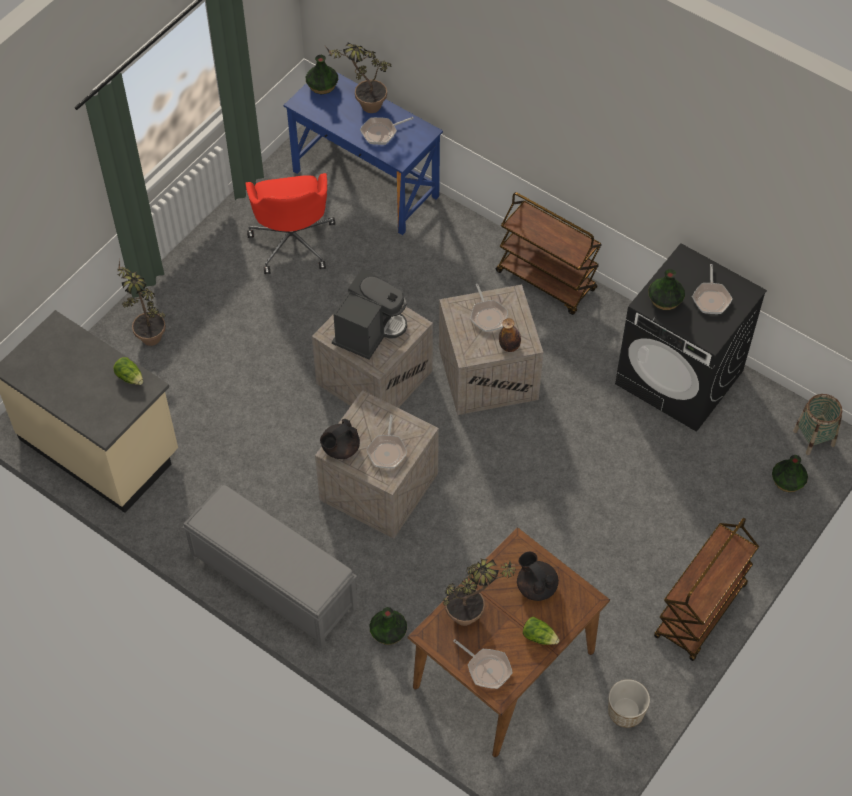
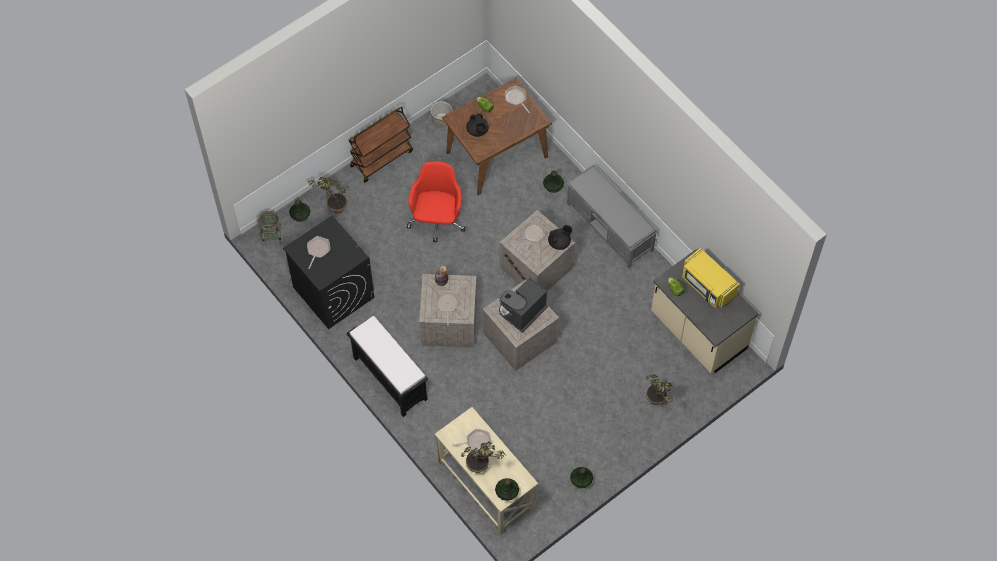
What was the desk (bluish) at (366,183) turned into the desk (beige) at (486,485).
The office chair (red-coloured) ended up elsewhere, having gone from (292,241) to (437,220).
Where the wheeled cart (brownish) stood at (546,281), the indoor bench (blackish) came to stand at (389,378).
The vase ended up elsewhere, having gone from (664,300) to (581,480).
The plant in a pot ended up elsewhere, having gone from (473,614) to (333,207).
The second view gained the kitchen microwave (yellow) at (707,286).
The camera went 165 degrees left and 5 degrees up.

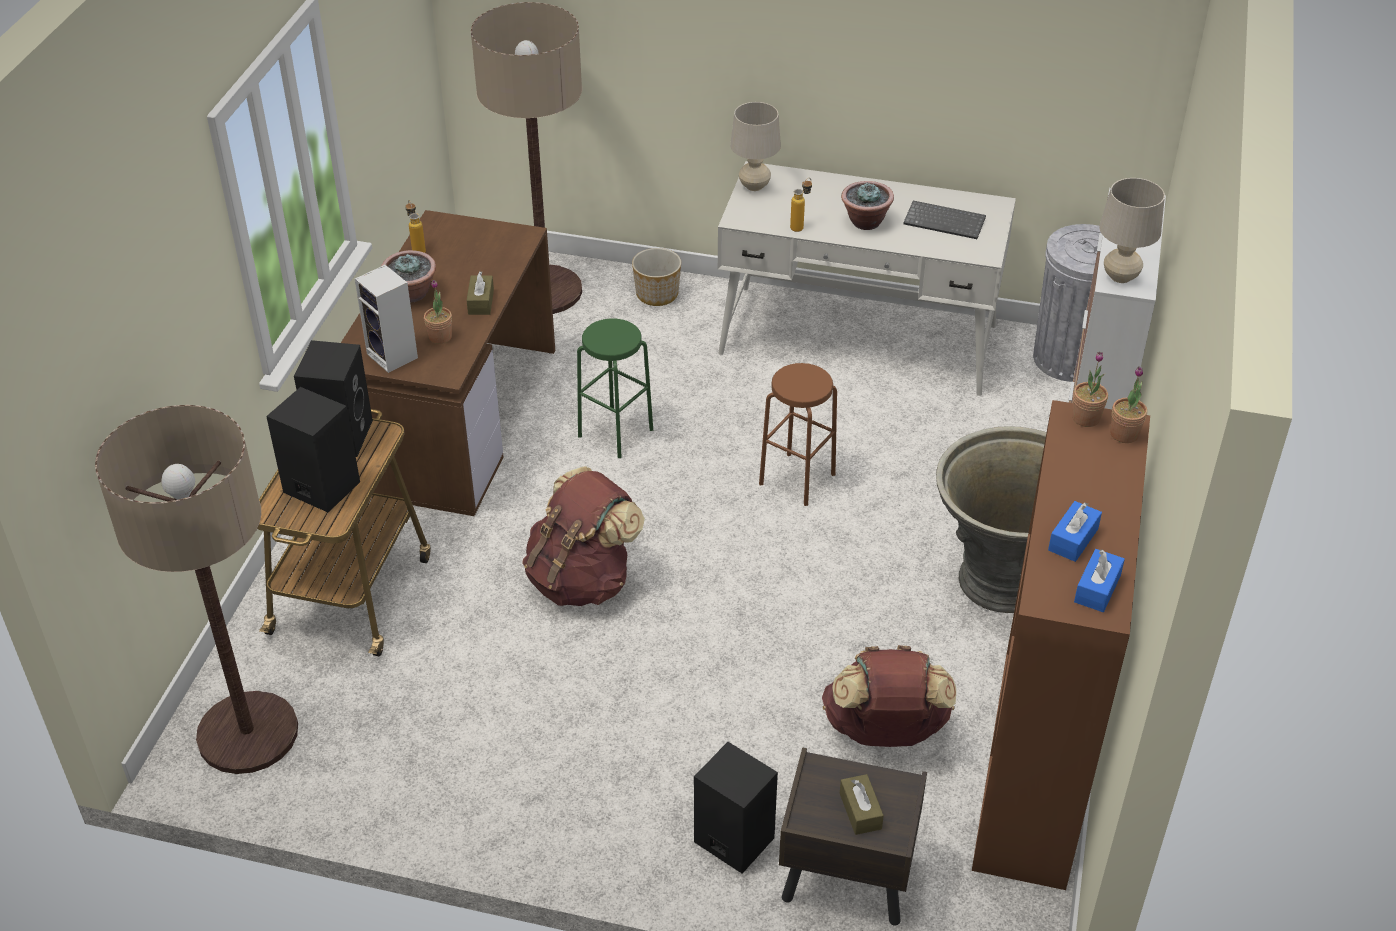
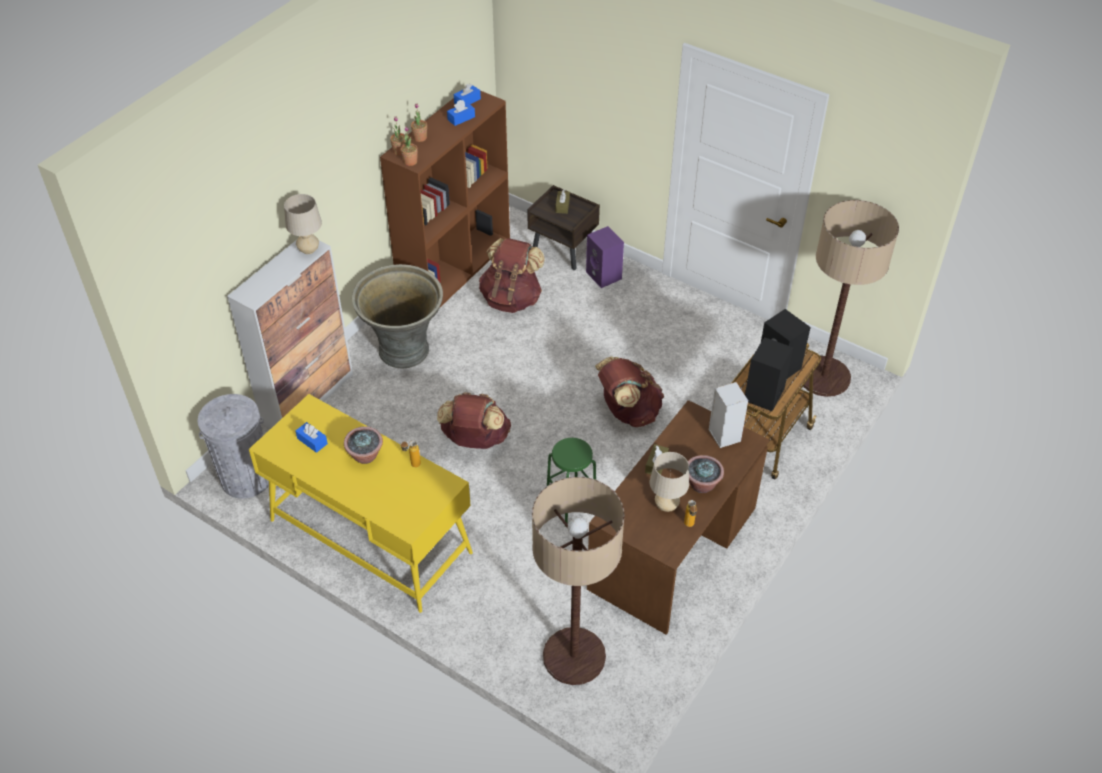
The tabletop lamp (beige) ended up elsewhere, having gone from (754,186) to (666,506).
What was the desk (white-coloured) at (858,340) turned into the desk (yellow) at (370,535).
Where the computer keyboard stood at (945,221), the box of tissues (bluish) came to stand at (312,441).
The second view lost the flower pot at (658,295).
The plant in a pot ended up elsewhere, having gone from (440,337) to (420,138).
Where the sitting stool (brownish) stood at (797,479), the backpack (brownish) came to stand at (475,440).
What was the speaker (blackish) at (731,840) turned into the speaker (purple) at (604,275).
The camera went 160 degrees left and 5 degrees up.

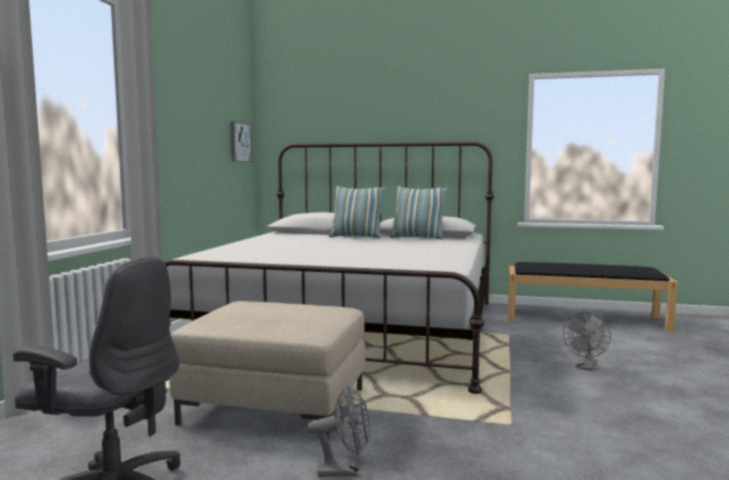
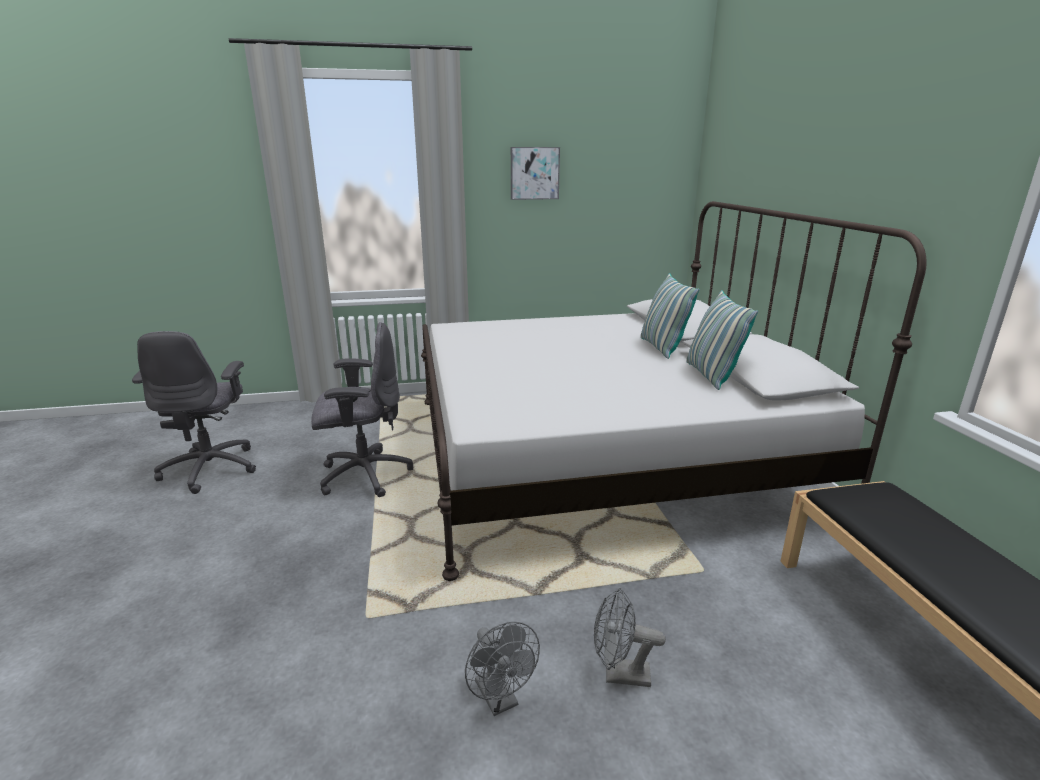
The picture ended up elsewhere, having gone from (239,142) to (534,173).
Where the footrest (beige) stood at (275,406), the office chair (gray) came to stand at (364,475).
The fan (gray) ended up elsewhere, having gone from (344,470) to (500,700).
The camera went 65 degrees right and 15 degrees up.

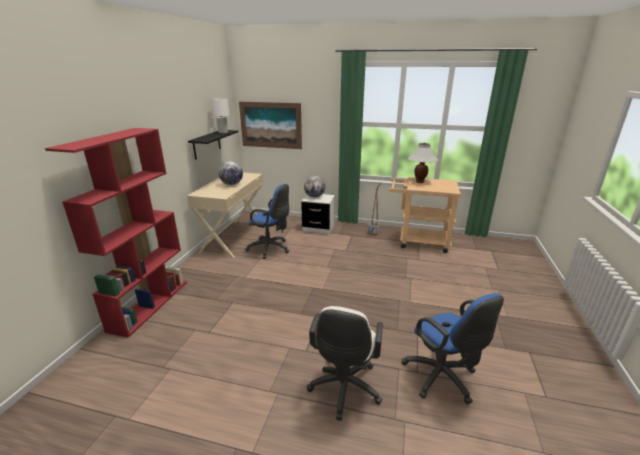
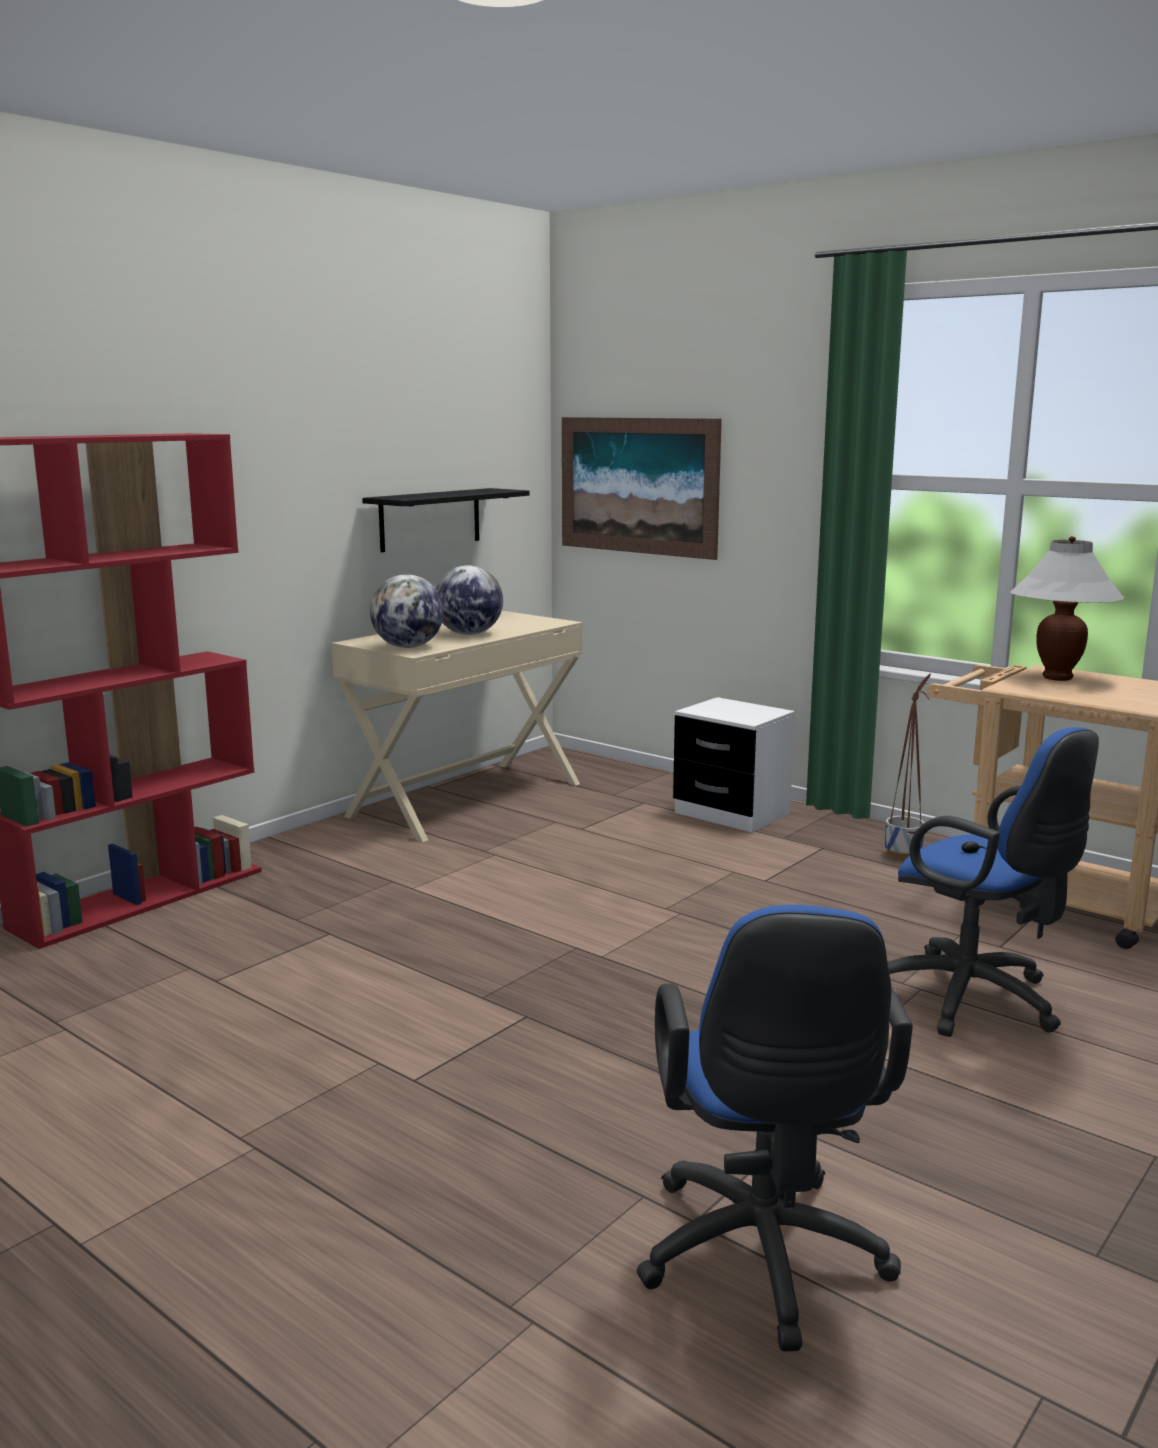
The second view lost the tabletop lamp (white-coloured) at (223,132).
The world globe ended up elsewhere, having gone from (314,197) to (408,647).
The office chair (bluish) ended up elsewhere, having gone from (271,249) to (975,1001).
The second view lost the office chair (white-coloured) at (344,390).
The camera went 25 degrees right and 10 degrees down.

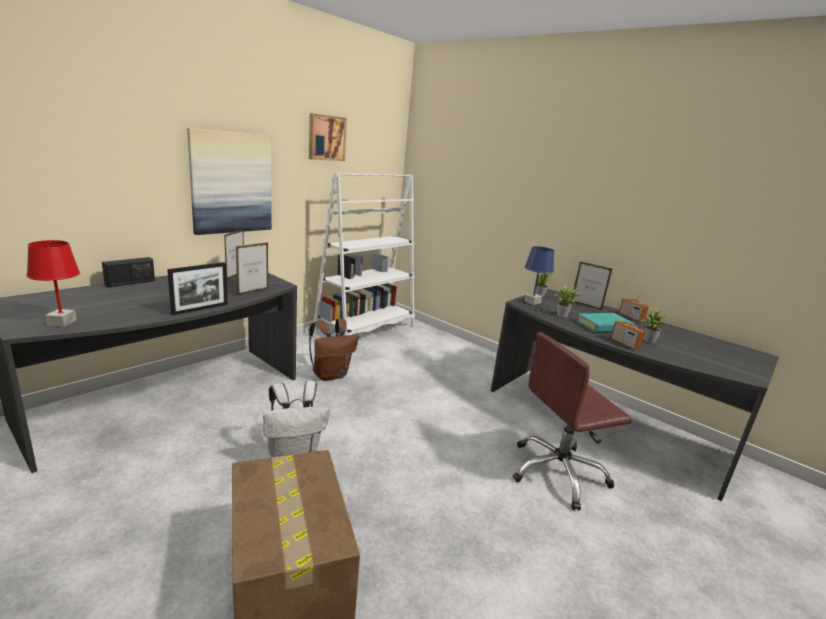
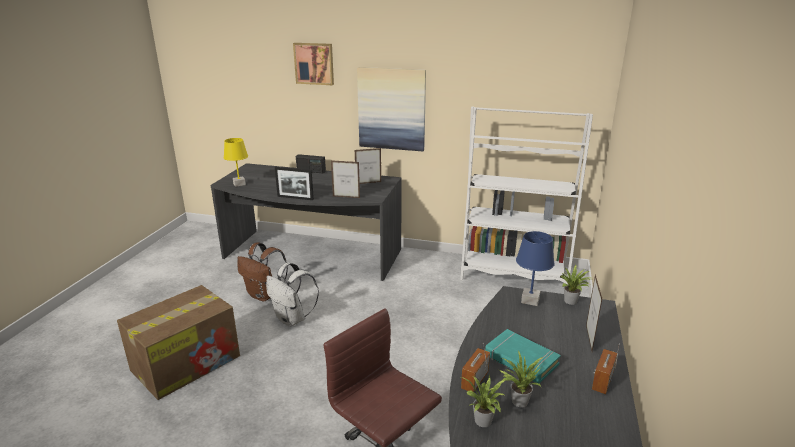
The picture ended up elsewhere, having gone from (326,138) to (314,63).
What was the tabletop lamp (red-coloured) at (62,322) turned into the tabletop lamp (yellow) at (239,184).
The plant in a pot ended up elsewhere, having gone from (563,315) to (482,422).
The backpack (brownish) ended up elsewhere, having gone from (330,375) to (264,295).
The camera went 65 degrees right and 5 degrees up.

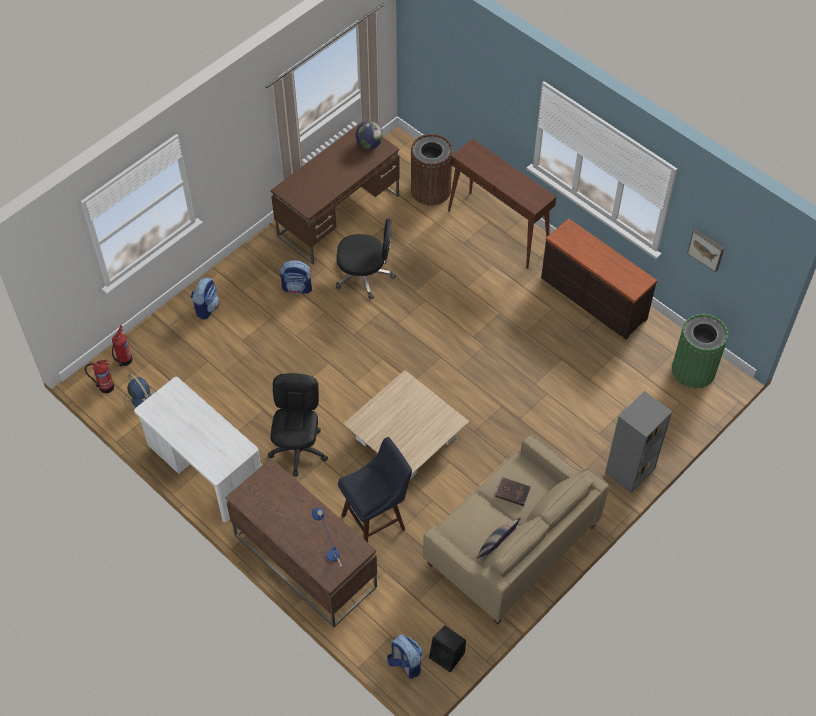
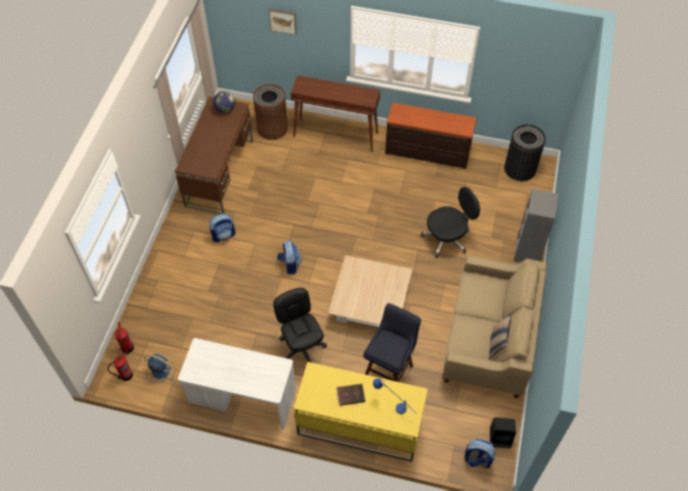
The office chair (blackish) ended up elsewhere, having gone from (365,275) to (447,238).
The picture ended up elsewhere, having gone from (706,249) to (283,20).
The backpack ended up elsewhere, having gone from (206,307) to (289,264).
What was the rubbish bin (green) at (693,370) turned into the rubbish bin (blackish) at (520,169).
What was the desk (brownish) at (304,560) turned into the desk (yellow) at (359,425).
The volume (brownish) ended up elsewhere, having gone from (512,492) to (350,394).
The camera went 30 degrees left and 0 degrees up.

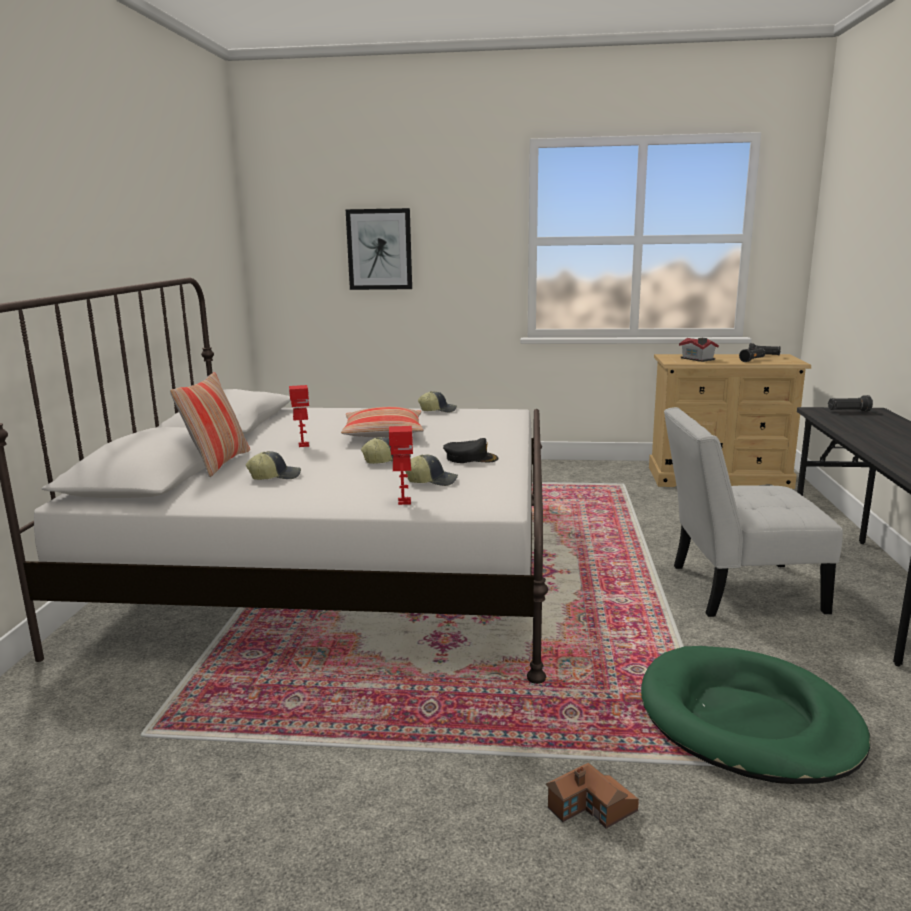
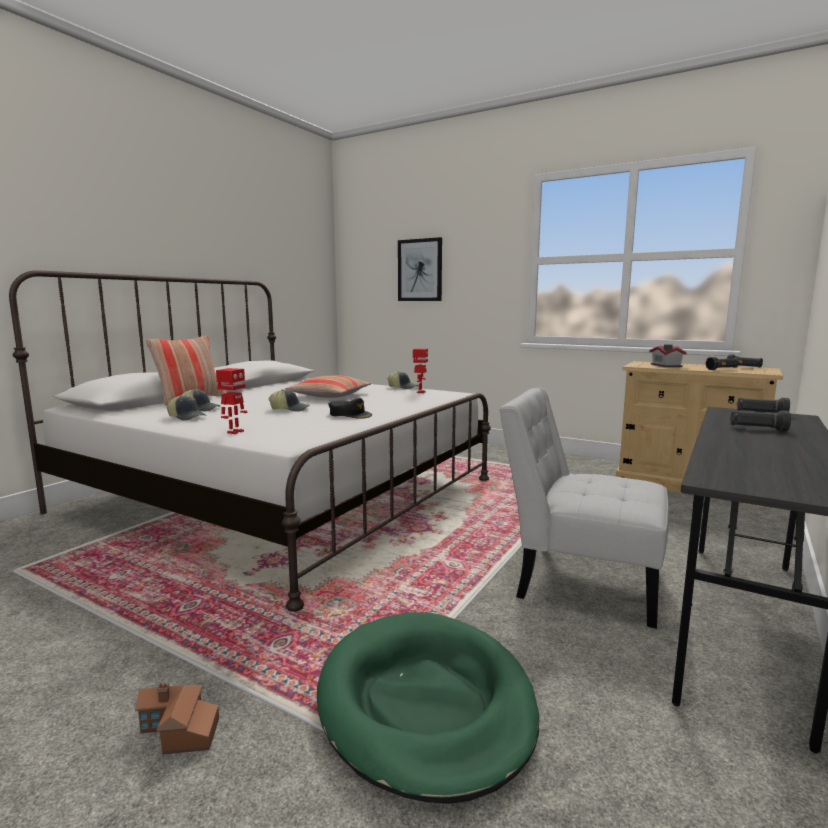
The robot figure ended up elsewhere, having gone from (303,445) to (420,392).
The baseball cap ended up elsewhere, having gone from (432,481) to (187,417).
The second view gained the hand torch (blackish) at (757,429).
The camera went 25 degrees right and 5 degrees down.

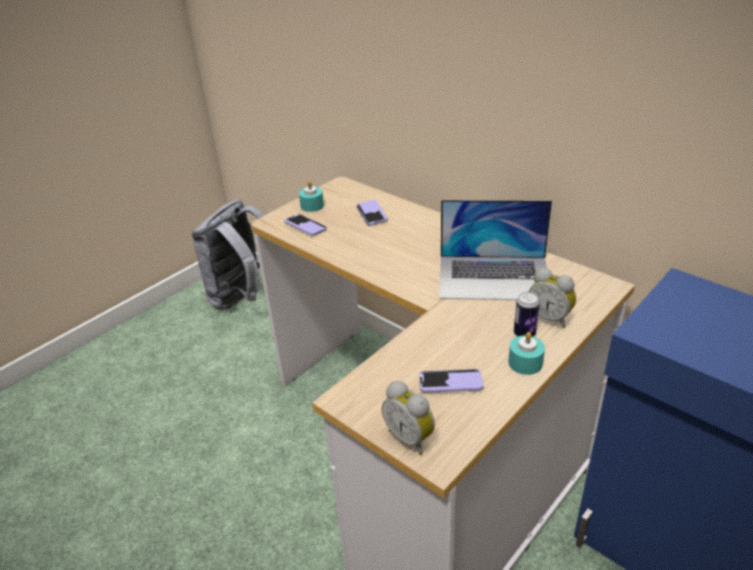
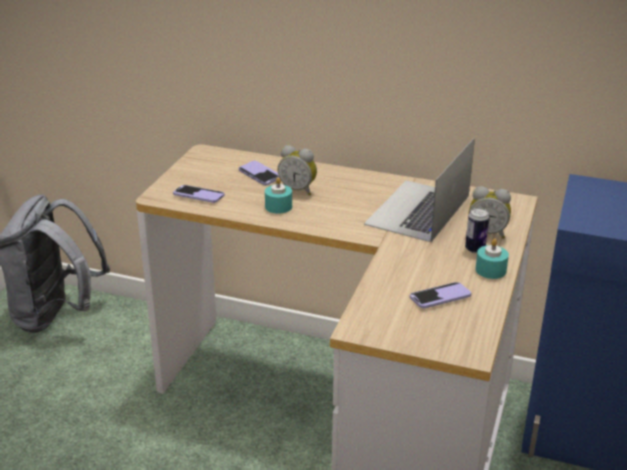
The wax light (turquoise) ended up elsewhere, having gone from (312,206) to (278,206).
The laptop at (494,277) ended up facing another way, 135 degrees clockwise from before.
The alarm clock ended up elsewhere, having gone from (411,437) to (298,190).
The camera went 25 degrees left and 5 degrees down.

